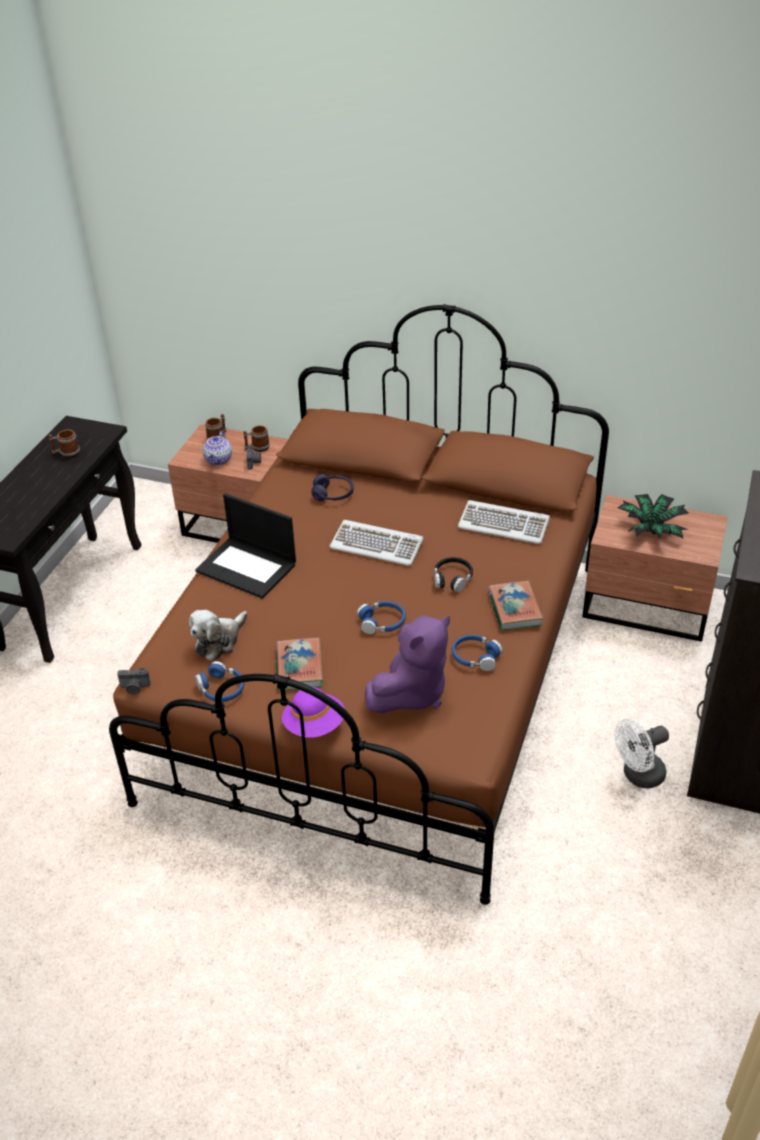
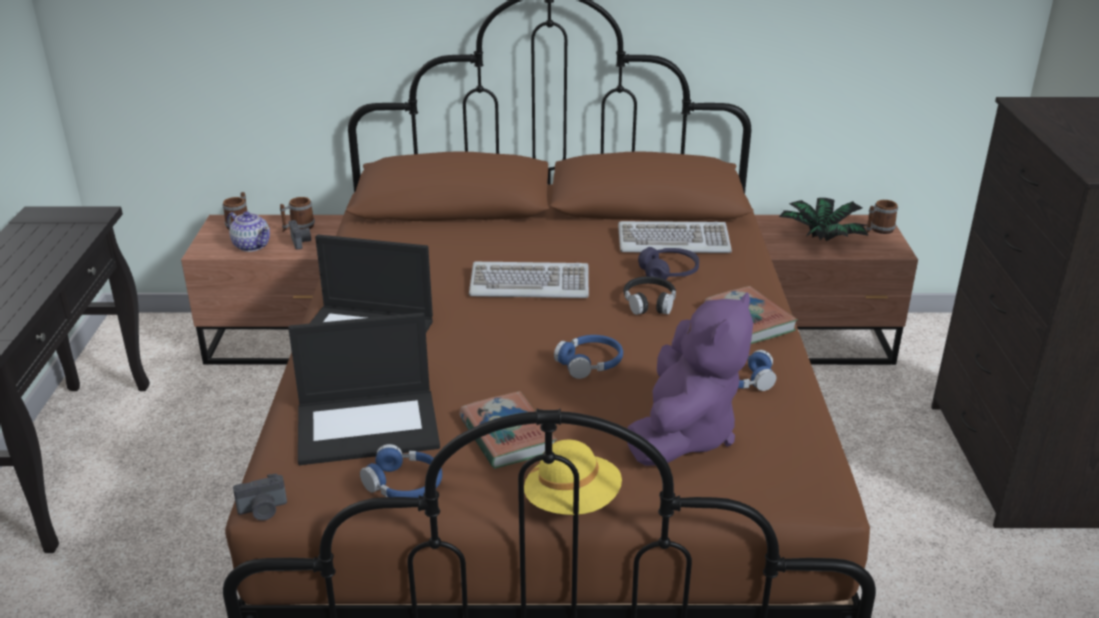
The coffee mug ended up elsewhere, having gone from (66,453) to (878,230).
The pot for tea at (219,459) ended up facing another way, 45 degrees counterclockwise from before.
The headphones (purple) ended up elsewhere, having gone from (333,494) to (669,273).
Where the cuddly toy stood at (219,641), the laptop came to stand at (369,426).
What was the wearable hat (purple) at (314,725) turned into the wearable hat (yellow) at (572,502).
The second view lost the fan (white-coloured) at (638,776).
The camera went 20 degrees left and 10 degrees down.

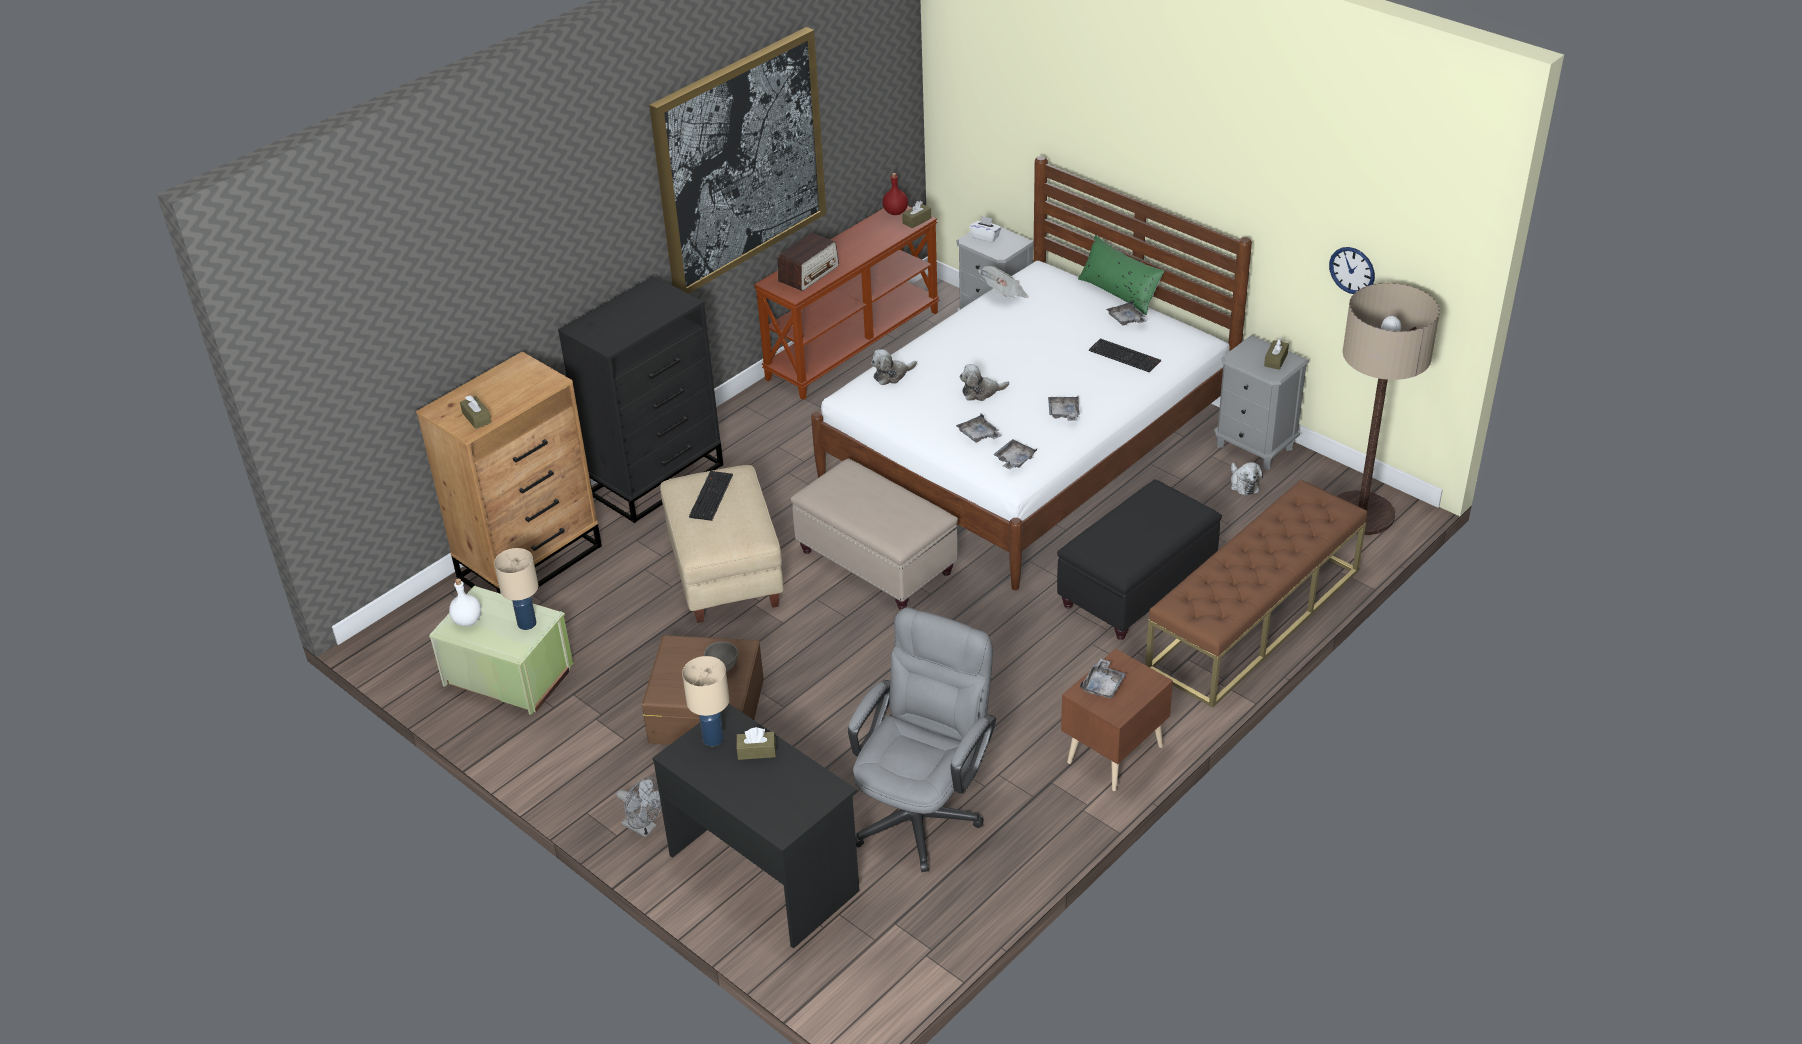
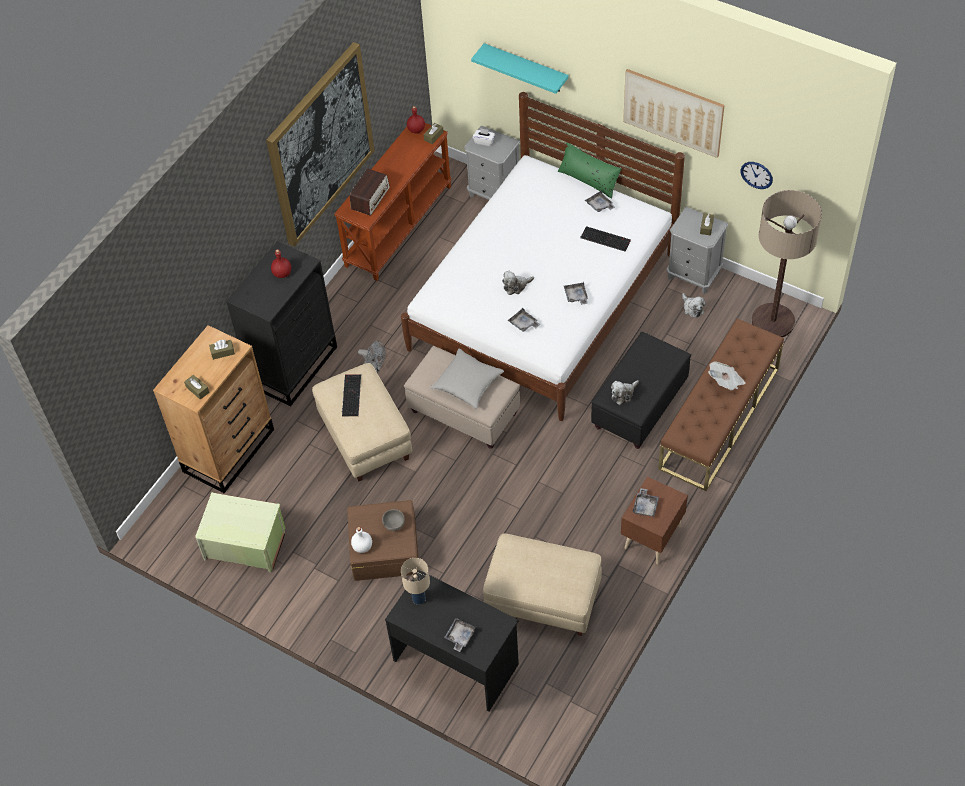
The daily paper ended up elsewhere, having gone from (1004,294) to (726,382).
The cuddly toy ended up elsewhere, having gone from (891,375) to (623,394).
The tray (gray) ended up elsewhere, having gone from (1014,460) to (460,636).
The second view lost the tabletop lamp (beige) at (527,623).
The beverage bottle (white-coloured) ended up elsewhere, having gone from (468,620) to (362,546).
Where the office chair (gray) stood at (923,809), the footrest (beige) came to stand at (543,599).
The box of tissues (brownish) ended up elsewhere, having gone from (756,751) to (222,352).
The fan (gray) ended up elsewhere, having gone from (644,828) to (375,367).
The second view gained the bracket shelf (turquoise) at (526,68).
The second view gained the picture at (673,112).
The second view gained the beverage bottle (red-coloured) at (282,273).
The second view gained the throw pillow (gray) at (468,384).
The camera went 10 degrees left and 15 degrees up.

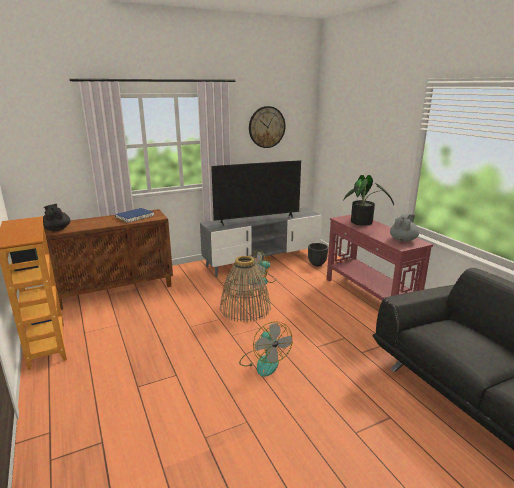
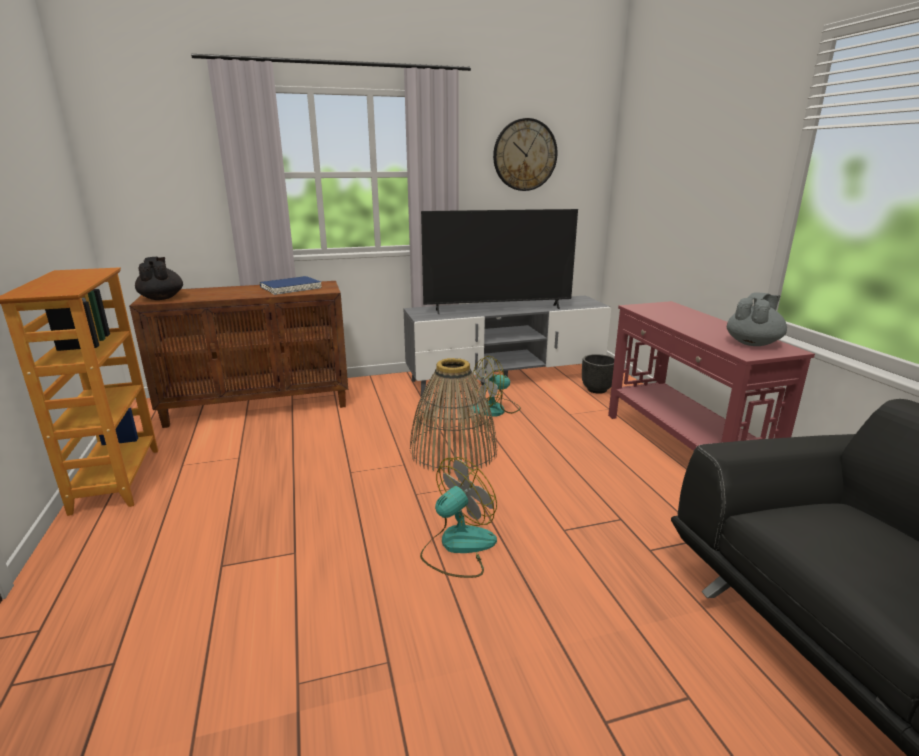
The second view lost the plant in a pot at (363,223).
The fan at (264,361) ended up facing another way, 120 degrees counterclockwise from before.
The camera went 10 degrees right and 0 degrees up.

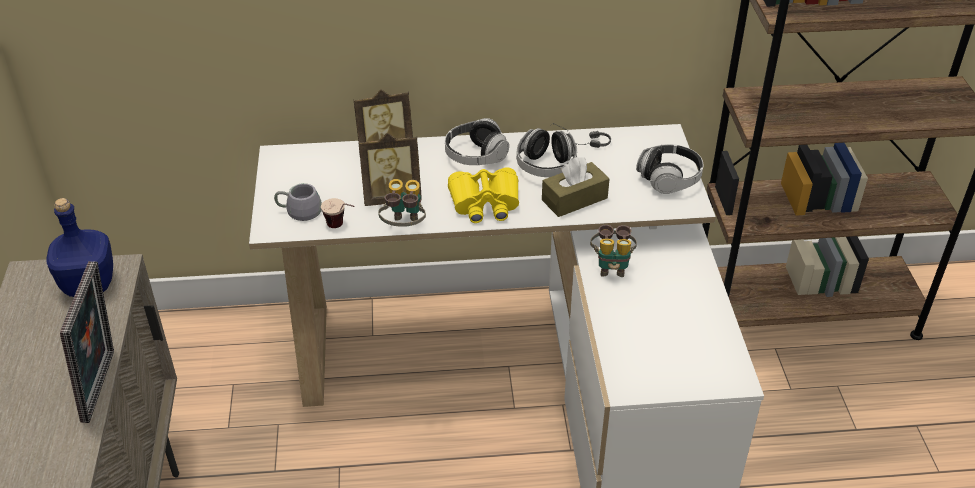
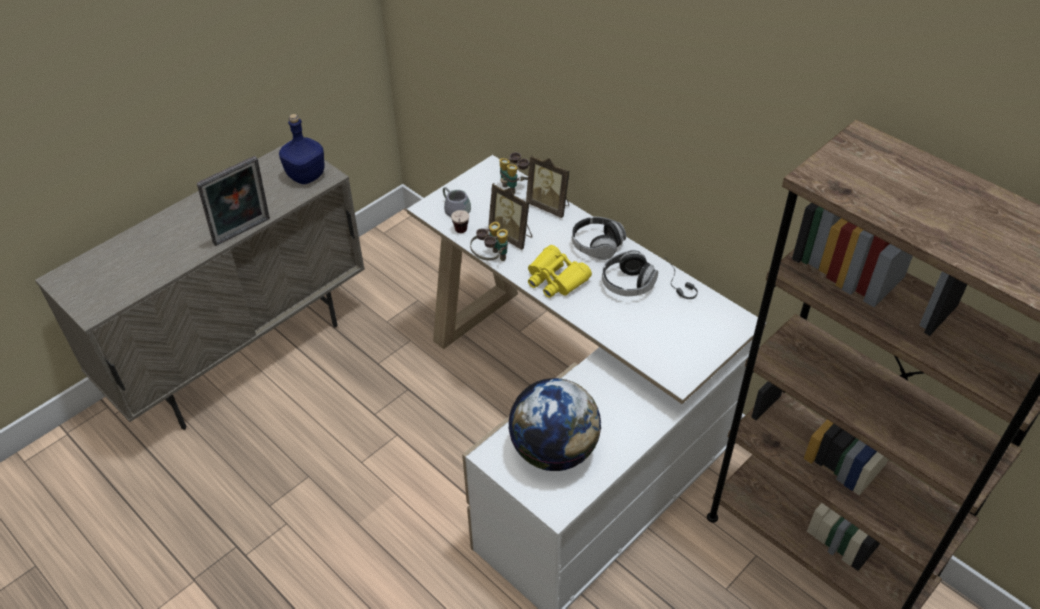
The second view lost the headphones at (669,179).
The second view lost the box of tissues (brownish) at (574,199).
The field glasses ended up elsewhere, having gone from (611,266) to (516,186).
The second view gained the world globe at (554,451).
The camera went 50 degrees right and 5 degrees up.

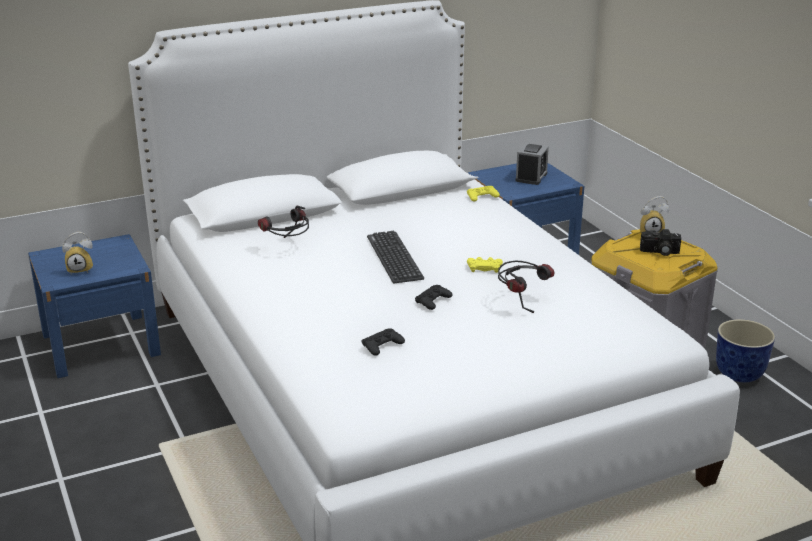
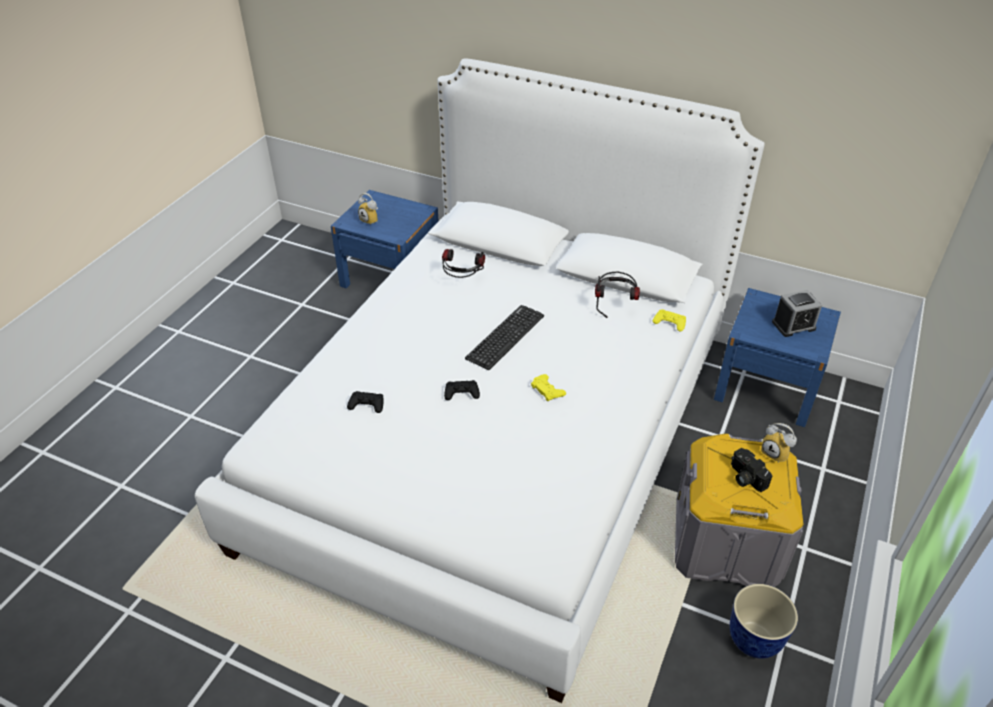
The headphones ended up elsewhere, having gone from (521,301) to (615,306).
The camera went 50 degrees right and 15 degrees up.

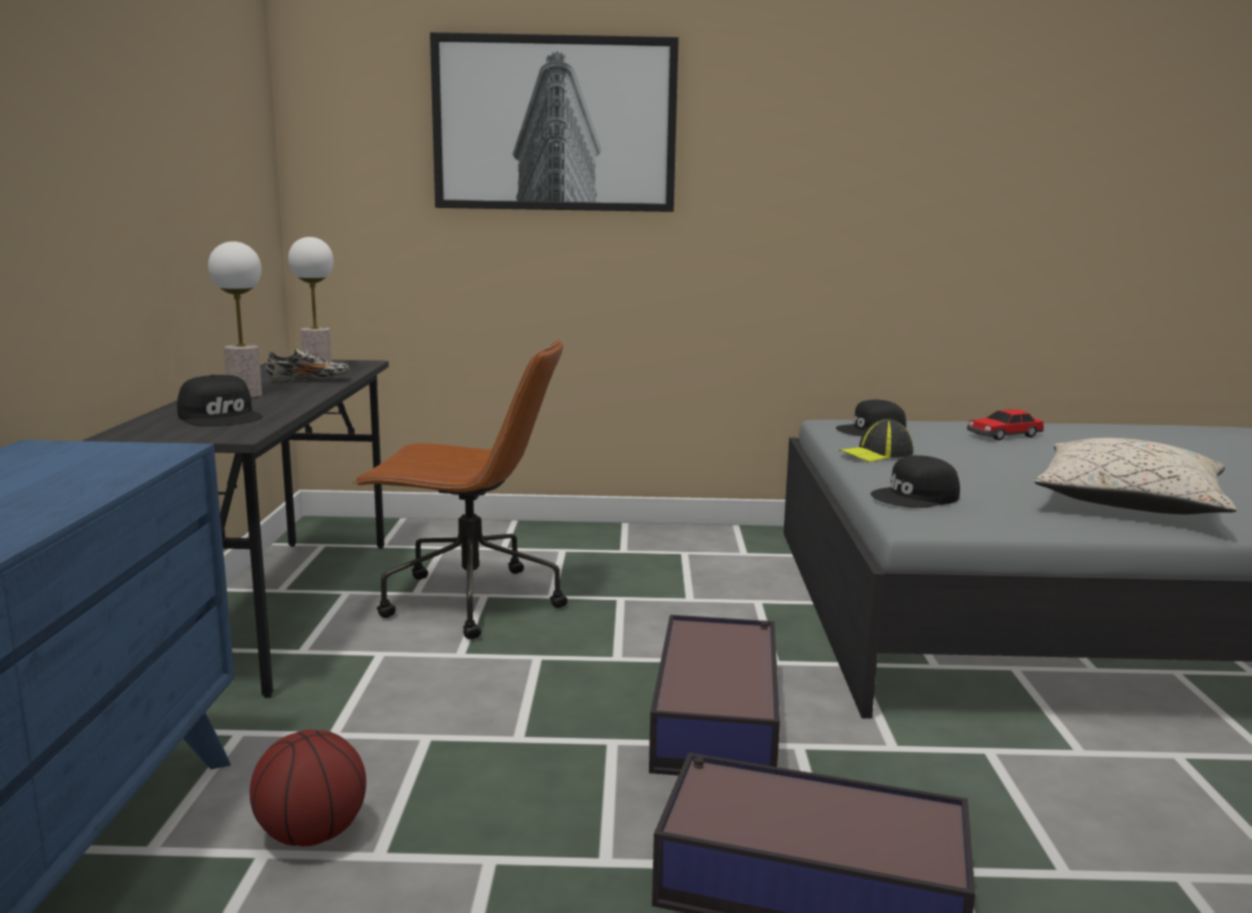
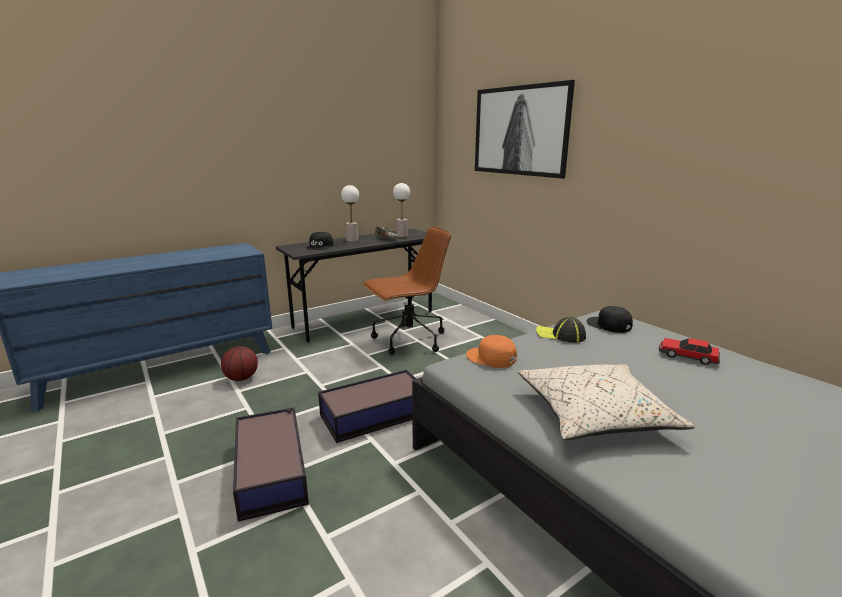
The office chair (brownish) at (468,602) ended up facing another way, 90 degrees counterclockwise from before.
What was the baseball cap (blackish) at (916,497) turned into the baseball cap (orange) at (491,358).
The camera went 55 degrees right and 5 degrees up.

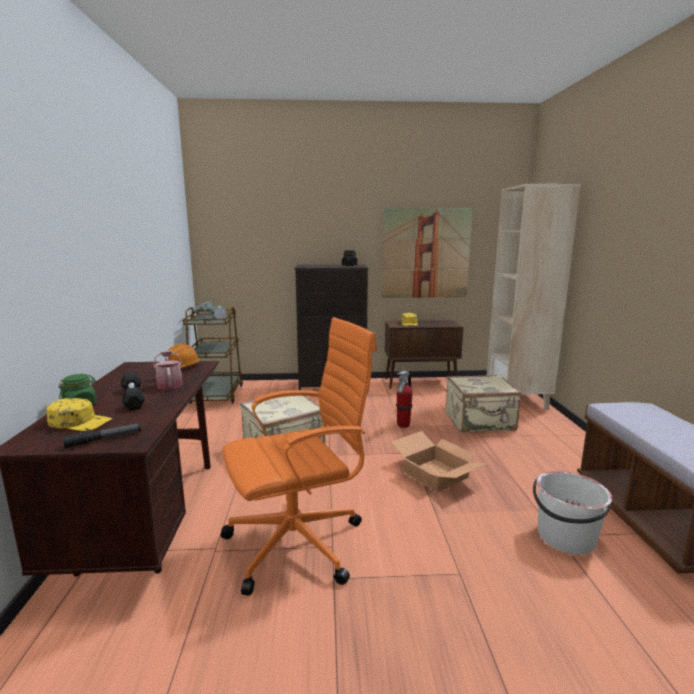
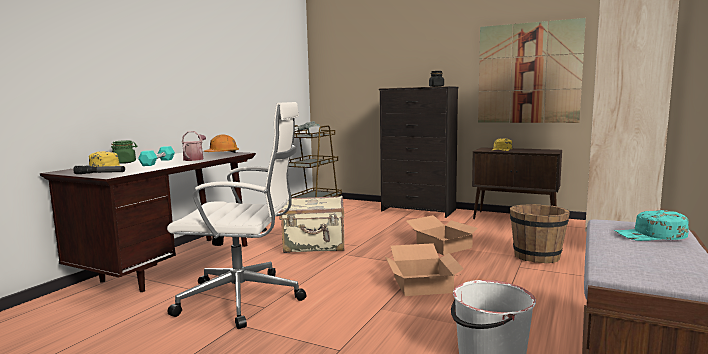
What was the office chair (orange) at (299,543) turned into the office chair (white-coloured) at (244,299).
Where the extinguisher stood at (403,425), the carton came to stand at (445,246).
What was the hand weight (blackish) at (133,398) turned into the hand weight (turquoise) at (158,162).
Where the piece of luggage (beige) stood at (480,422), the water bucket (brownish) came to stand at (536,256).
The second view gained the baseball cap (turquoise) at (650,235).
The camera went 30 degrees right and 5 degrees down.

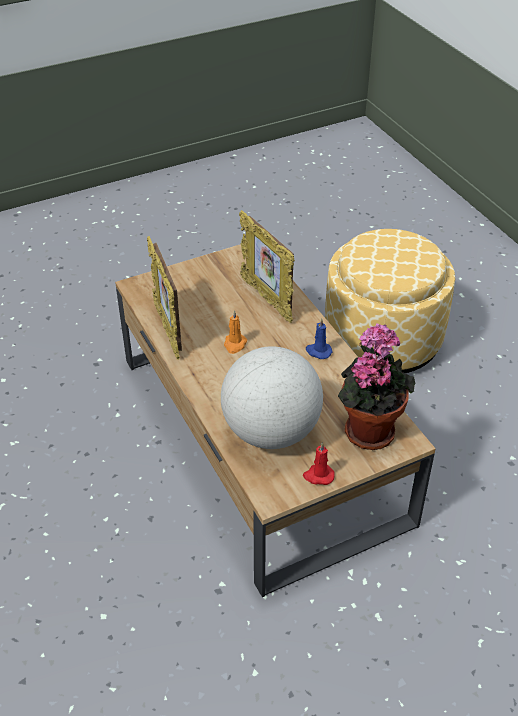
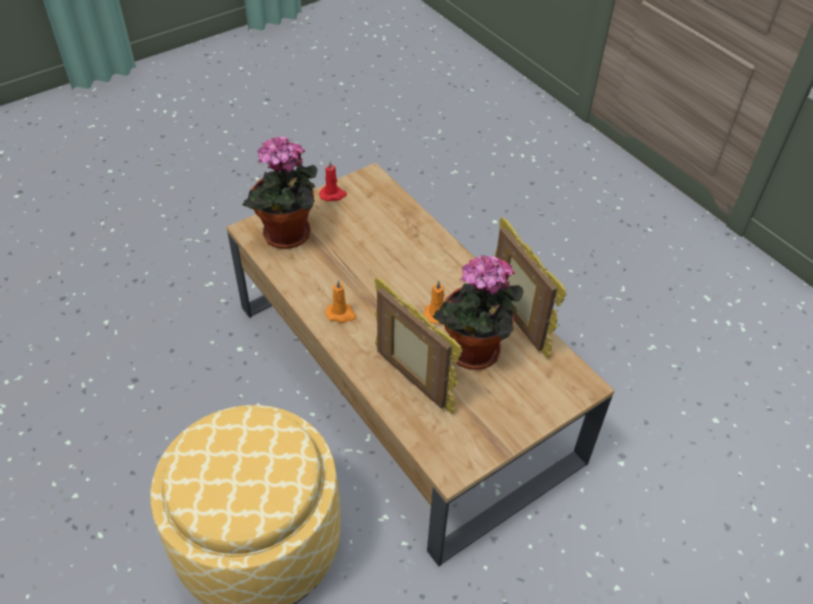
What was the wax light (bluish) at (318,351) turned into the wax light (orange) at (341,314).
The second view lost the world globe at (271,431).
The second view gained the plant in a pot at (473,354).
The camera went 170 degrees right and 5 degrees up.

